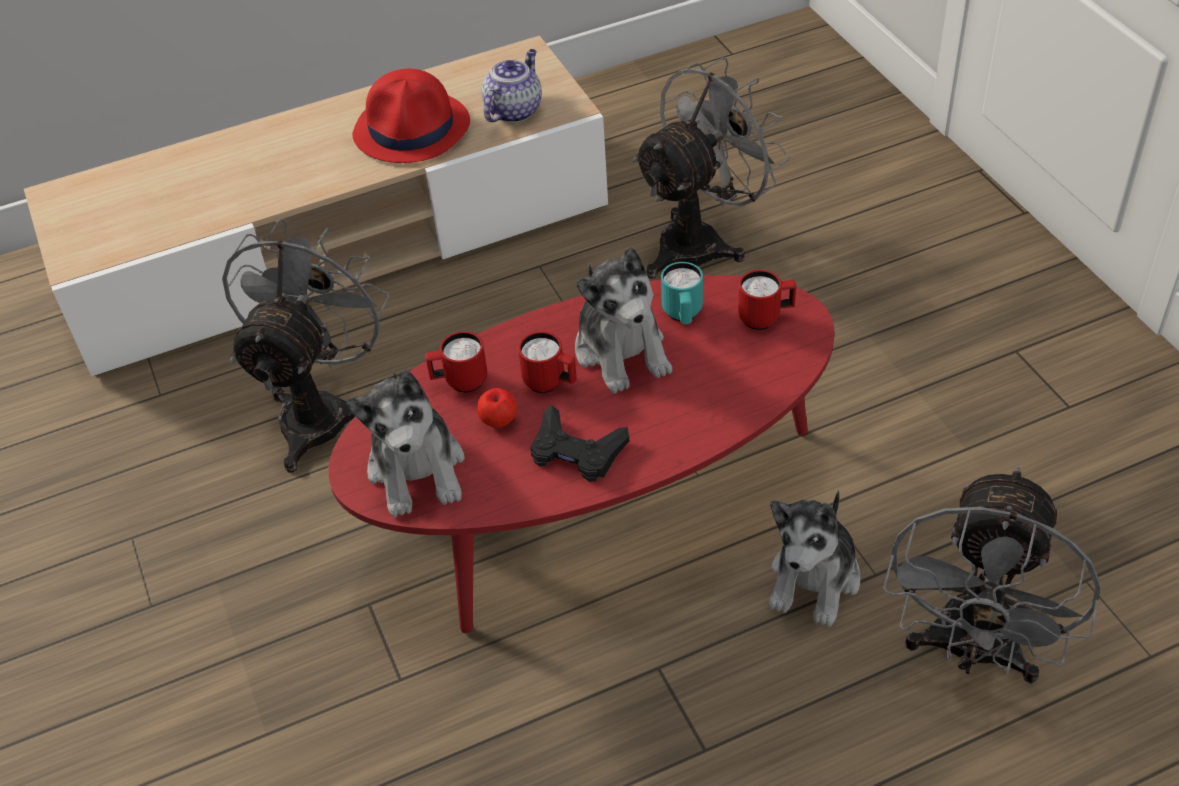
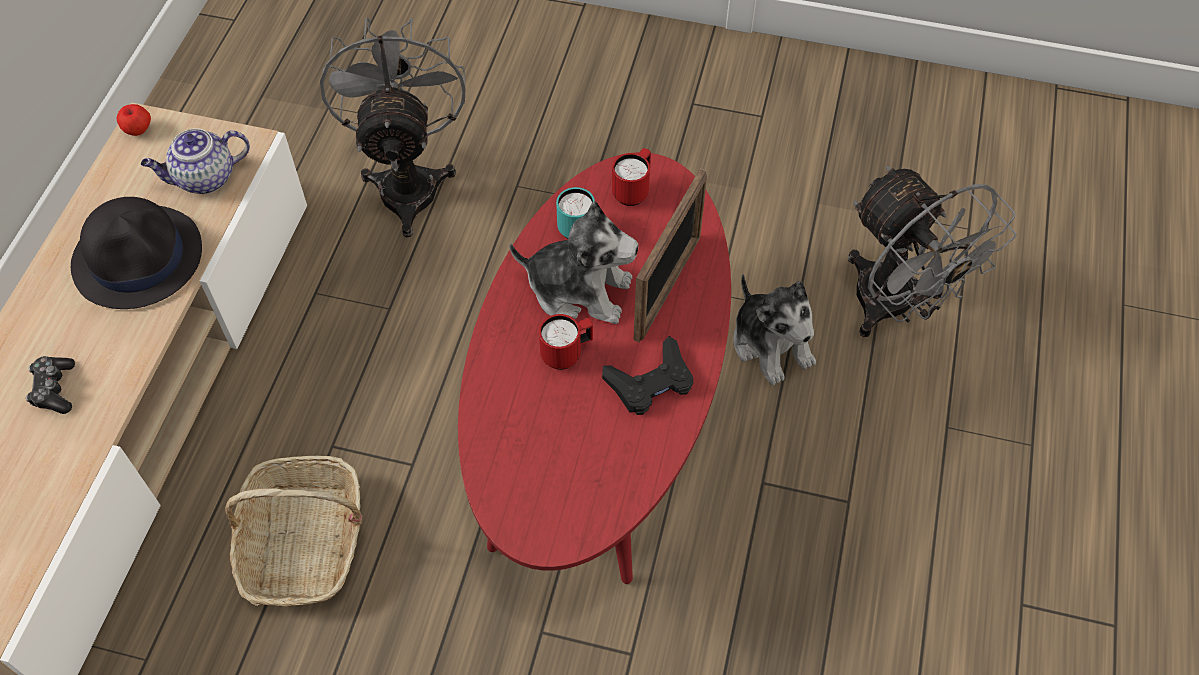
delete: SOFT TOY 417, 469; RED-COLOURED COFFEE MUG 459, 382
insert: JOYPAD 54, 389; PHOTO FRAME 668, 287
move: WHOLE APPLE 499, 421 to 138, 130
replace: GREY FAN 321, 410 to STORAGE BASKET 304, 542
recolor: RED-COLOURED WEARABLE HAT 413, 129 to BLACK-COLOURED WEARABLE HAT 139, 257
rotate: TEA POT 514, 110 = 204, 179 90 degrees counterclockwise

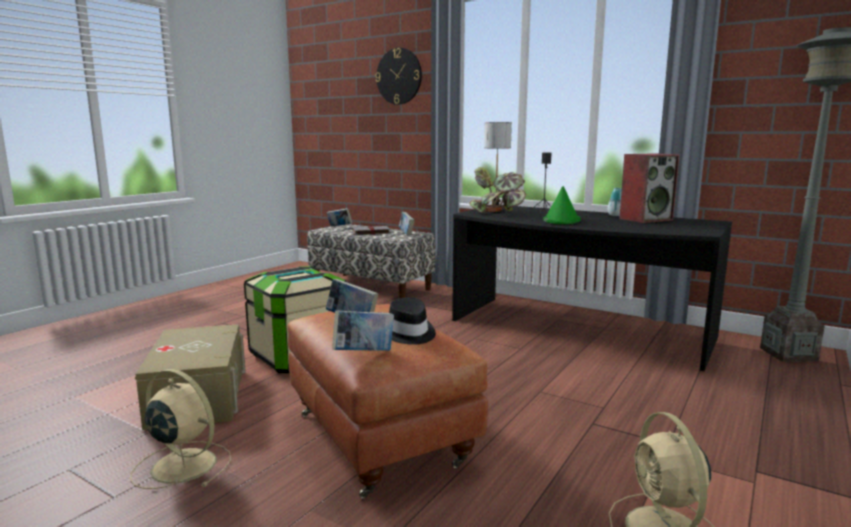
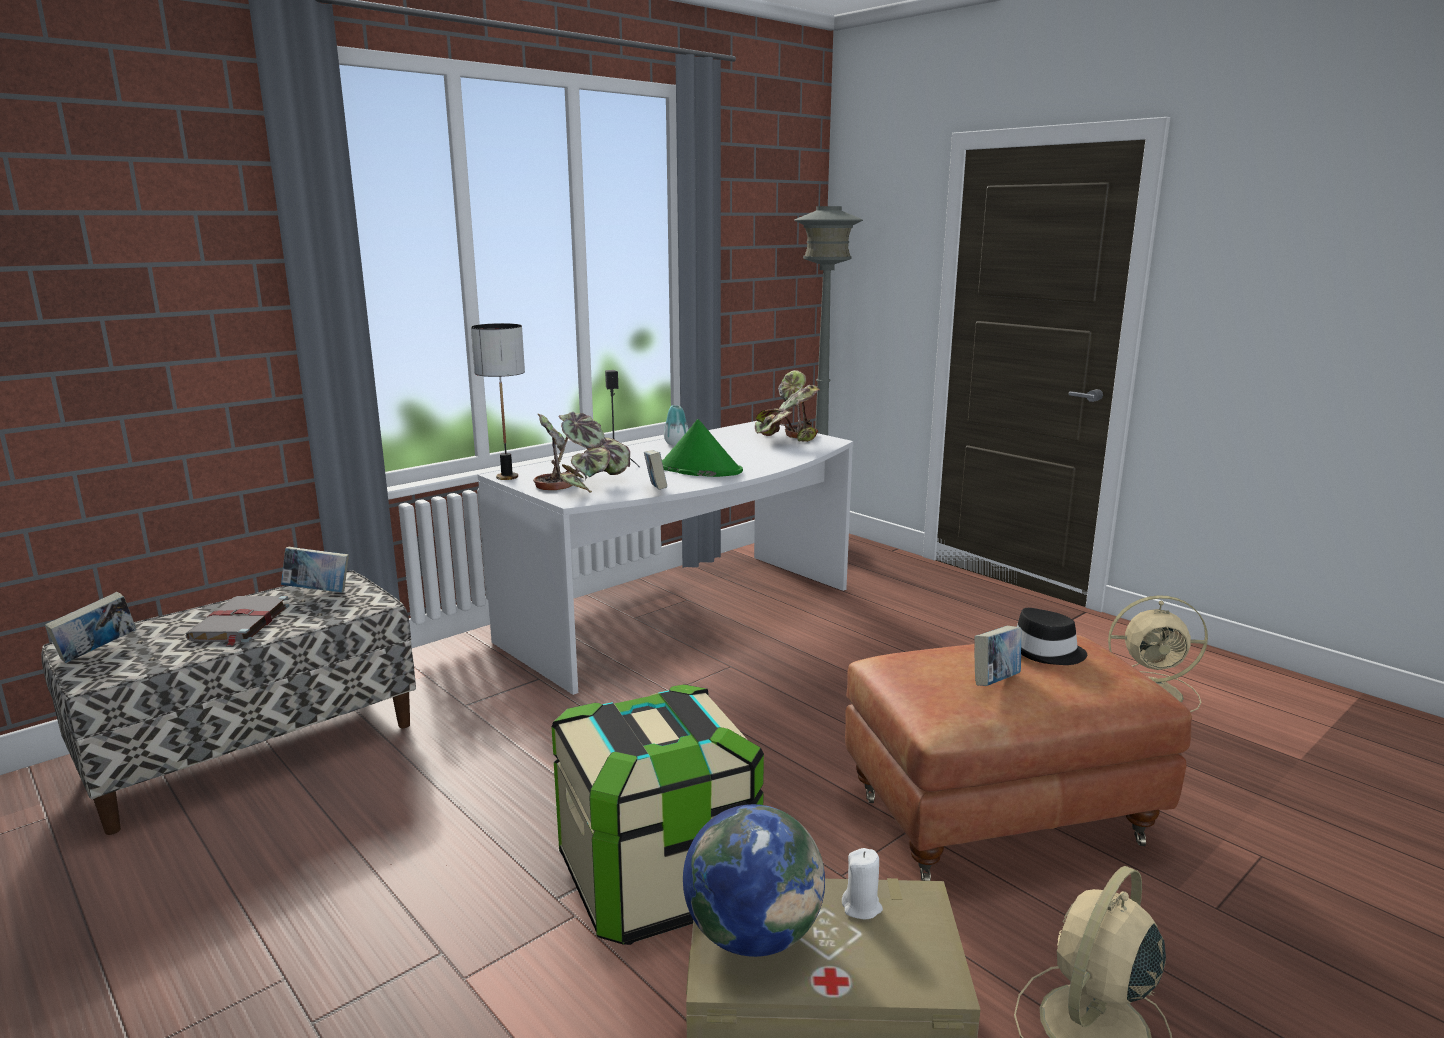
delete: CLOCK ON THE WALL 399, 76; SPEAKER 645, 219
insert: GLOBE 753, 935; POTTED PLANT 786, 439; WHITE CANDLE 862, 907
move: BOUND BOOK 364, 353 to 656, 490
recolor: BLACK-COLOURED DESK UNIT 576, 331 to WHITE DESK UNIT 687, 617

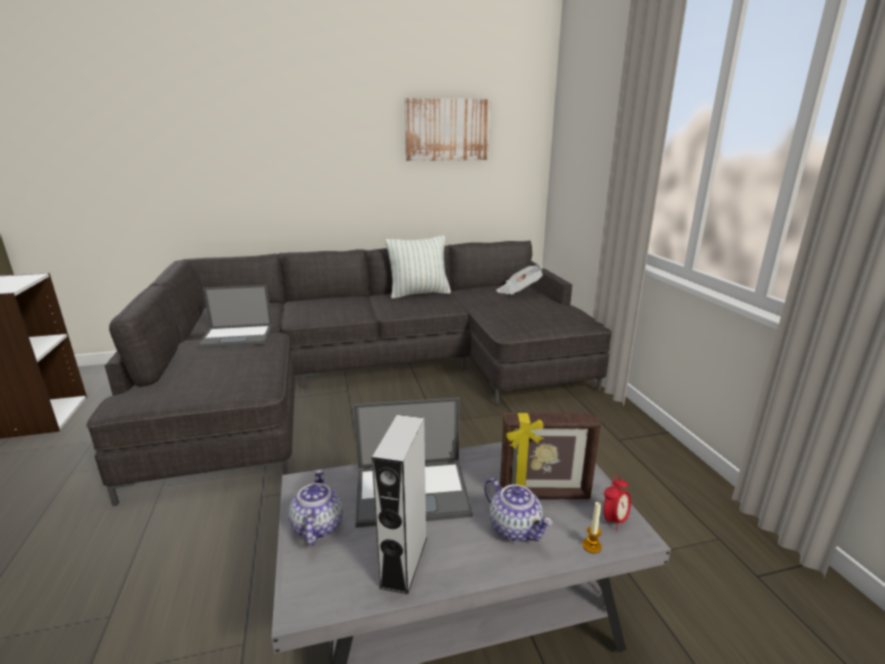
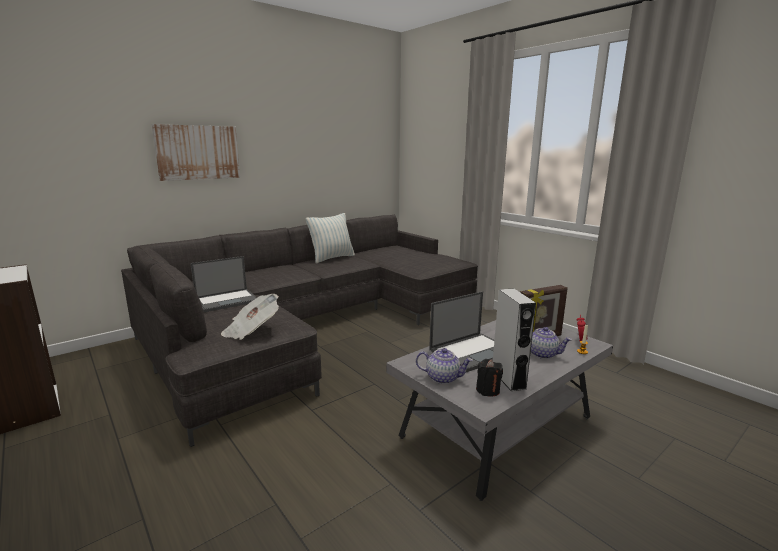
insert: BLACK-COLOURED CANDLE 487, 390
move: WALL ART 447, 130 to 198, 152; DAILY PAPER 519, 291 to 251, 330
rotate: TEA POT 317, 526 = 443, 378 135 degrees clockwise

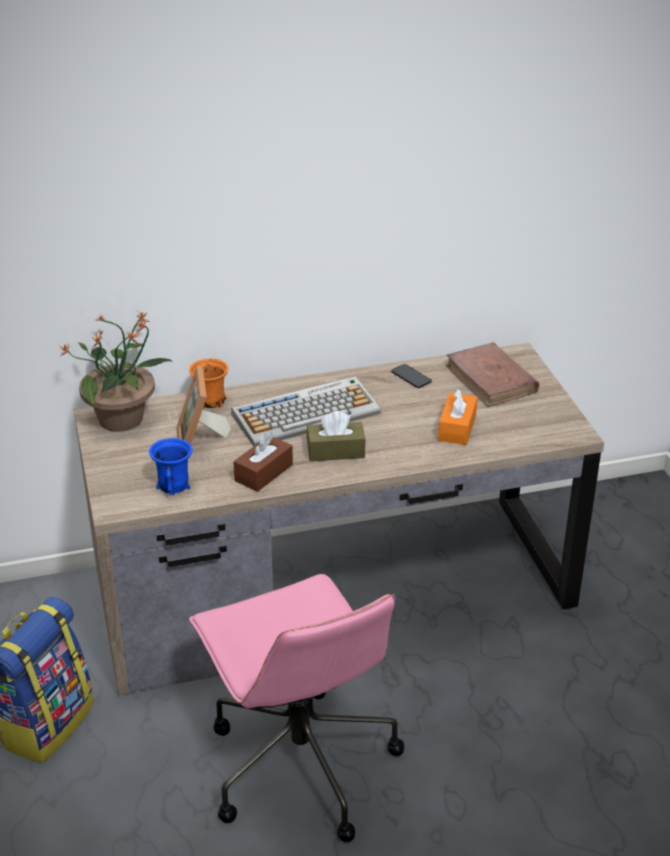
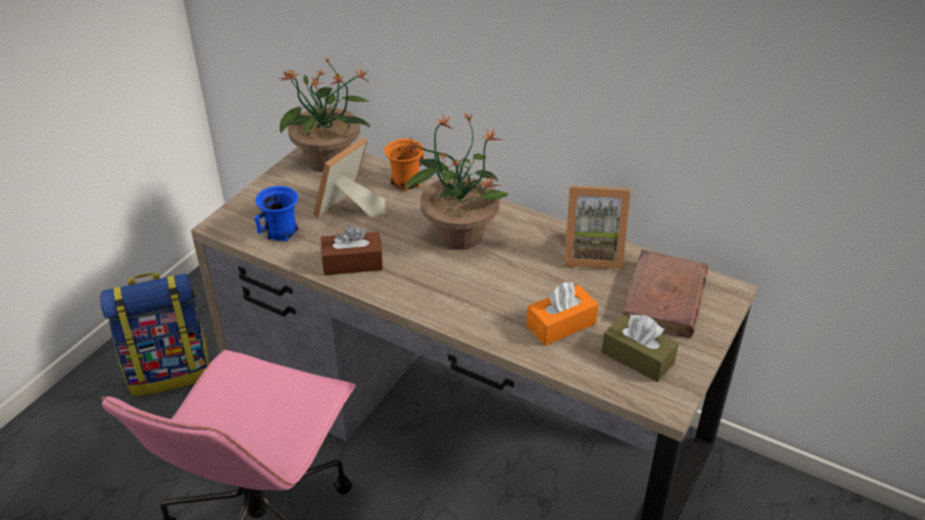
move: BROWNISH TISSUE BOX 335, 451 to 637, 357
replace: PC KEYBOARD 307, 413 to POTTED PLANT 458, 234; TELEPHONE 411, 377 to PHOTO FRAME 592, 253

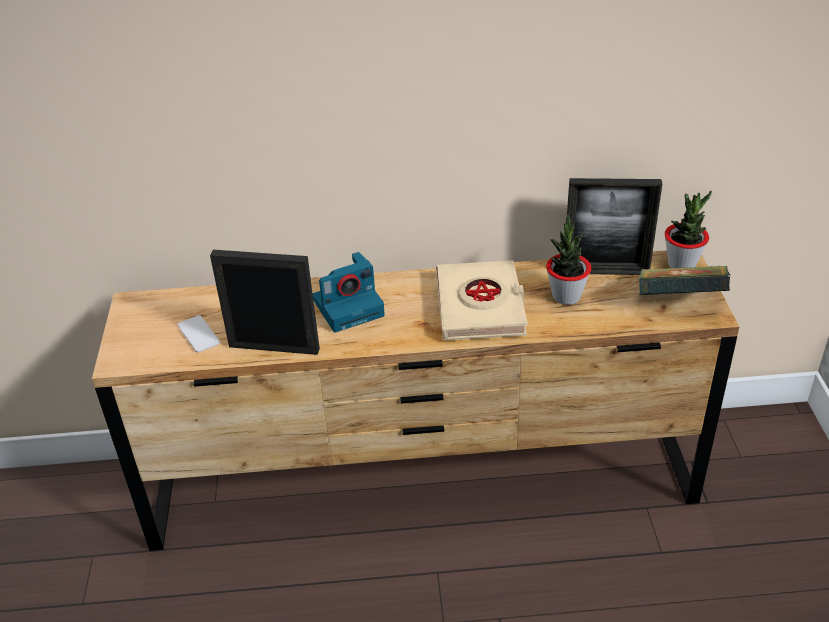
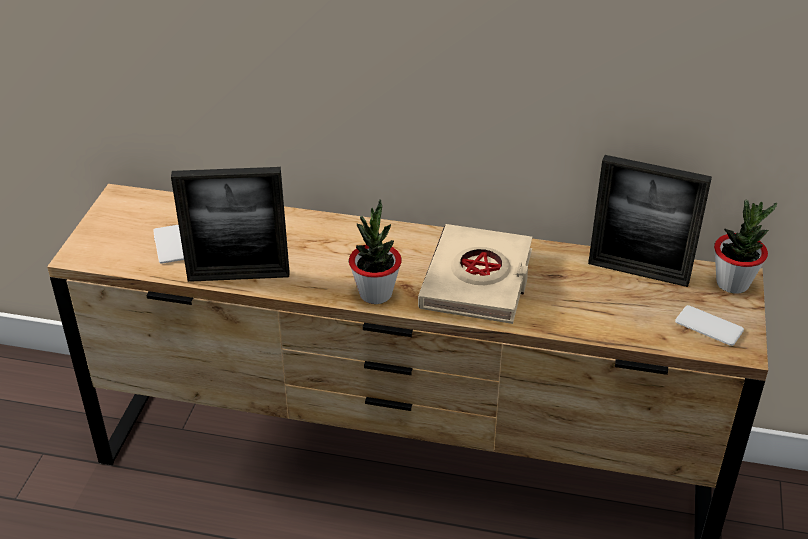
delete: STILL CAMERA 349, 306
move: POTTED PLANT 566, 296 to 375, 293
replace: BOUND BOOK 679, 302 to TELEPHONE 709, 326
rotate: PHOTO FRAME 274, 348 = 238, 276 150 degrees clockwise

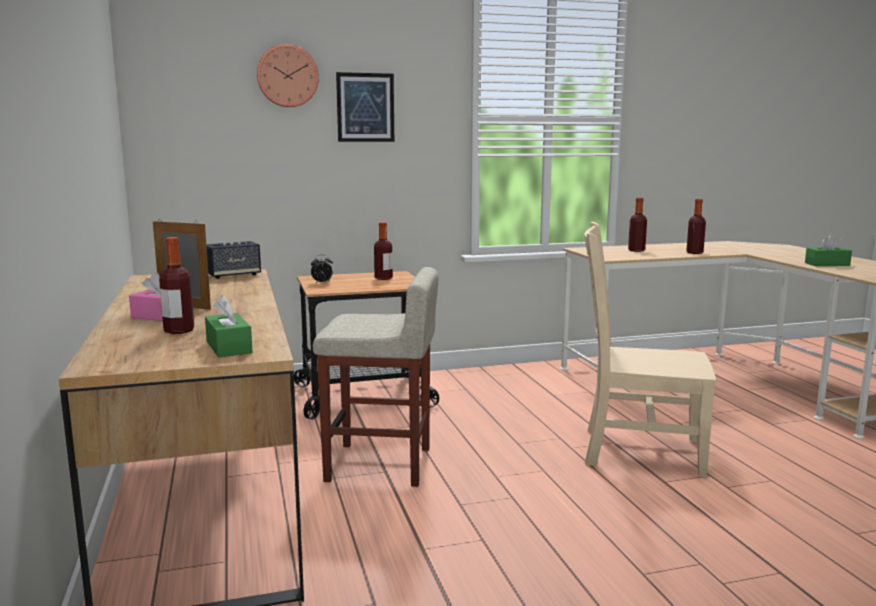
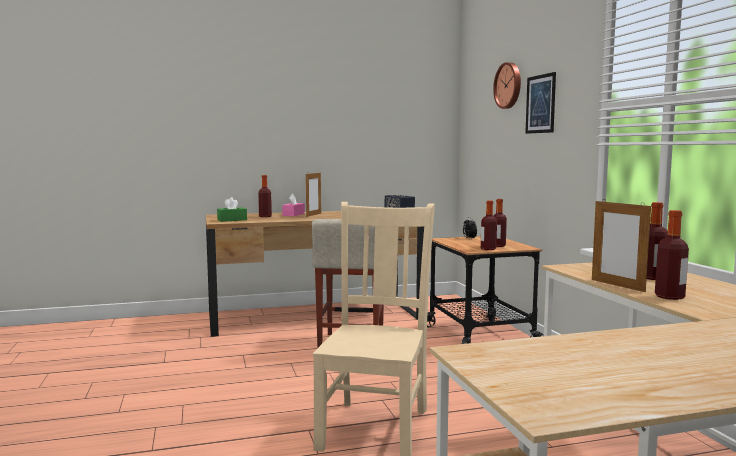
delete: GREENISH TISSUE BOX 827, 264
insert: BOTTLE 488, 249; PHOTO FRAME 617, 285

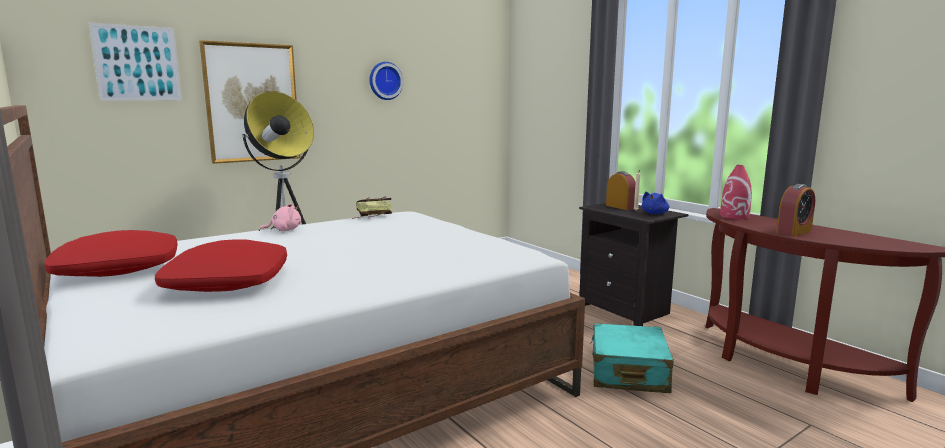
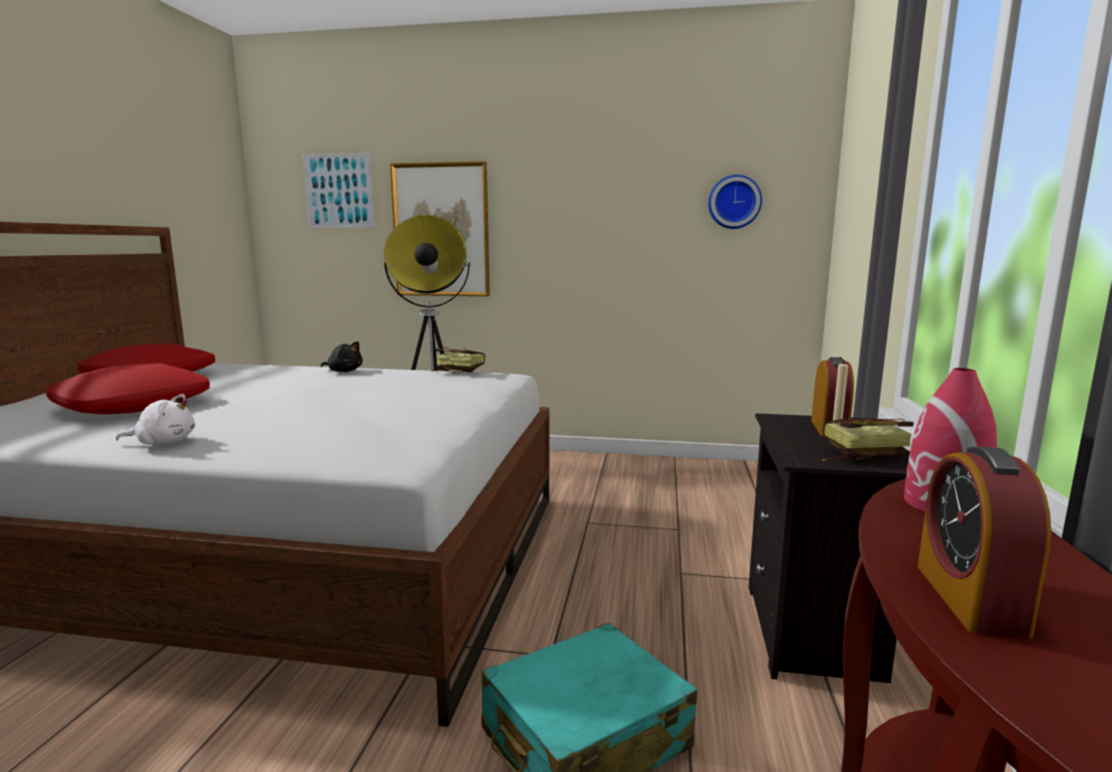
insert: WHITE SOFT TOY 163, 442
move: CLOCK ON THE WALL 385, 81 to 734, 202
replace: BLUE SOFT TOY 655, 213 to BOUND BOOK 856, 455
recolor: PINK SOFT TOY 284, 230 to BLACK-COLOURED SOFT TOY 344, 371
rotate: TABLE CLOCK 794, 232 = 969, 598 90 degrees clockwise

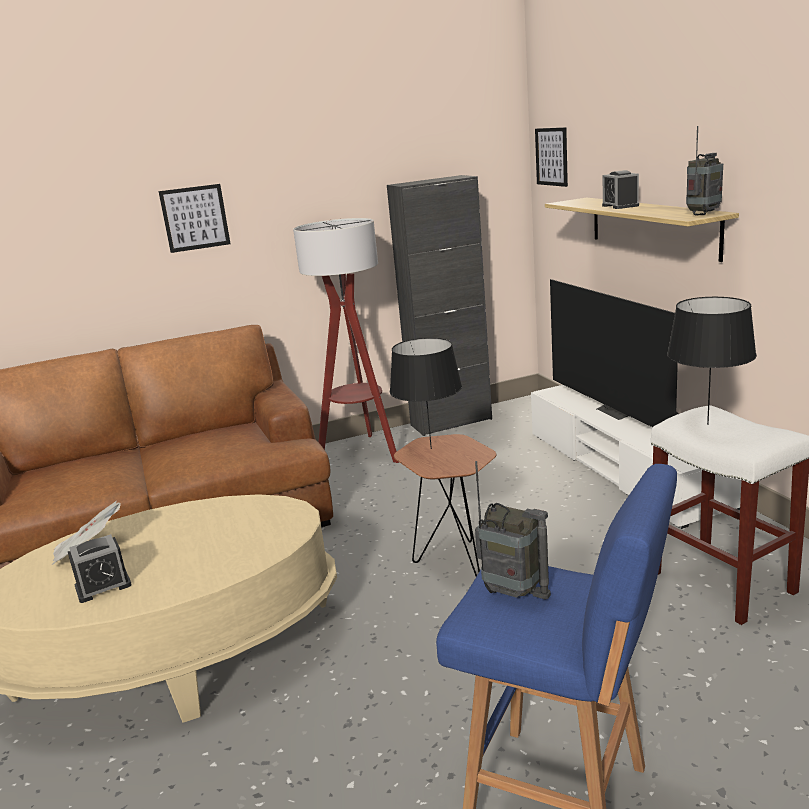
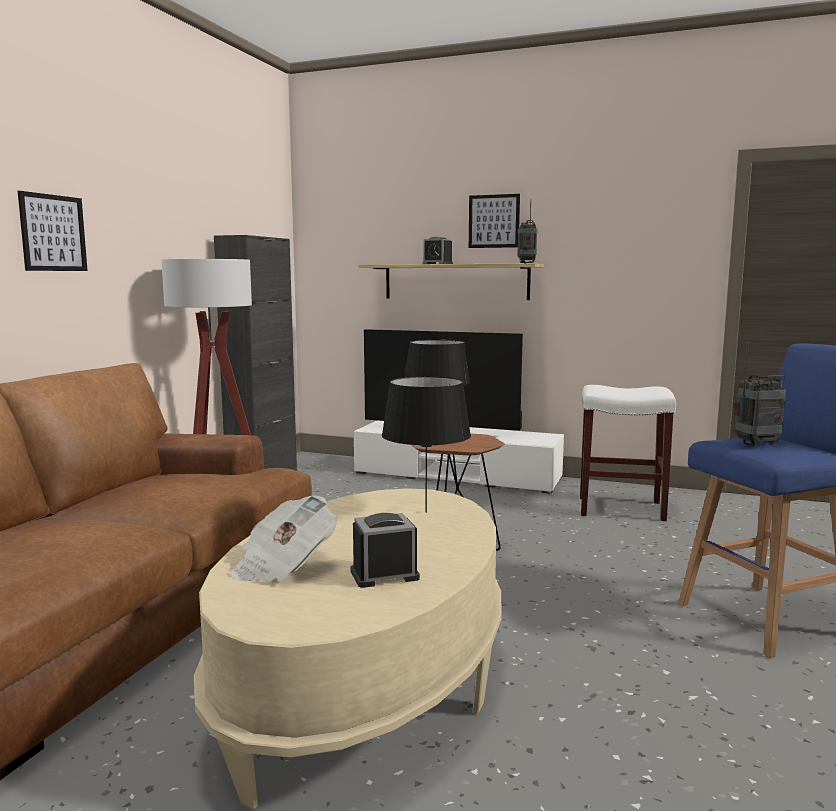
move: WALL ART 551, 156 to 494, 221; BLACK-COLOURED TABLE LAMP 707, 424 to 425, 512
rotate: TABLE CLOCK 103, 586 = 384, 575 120 degrees counterclockwise

